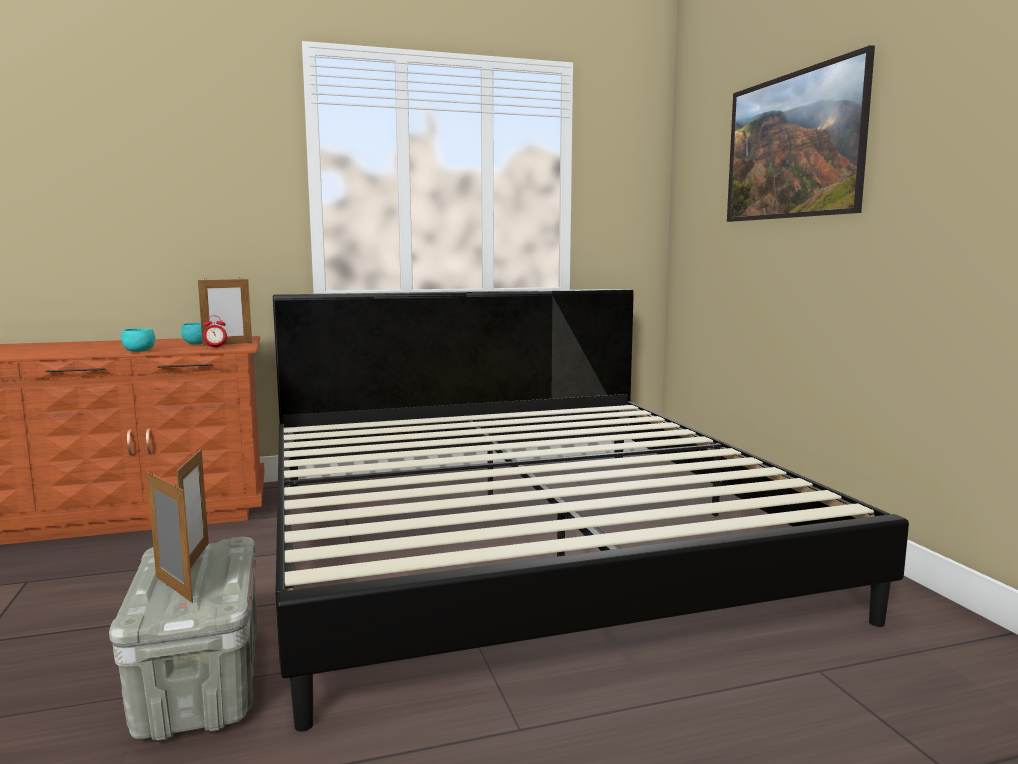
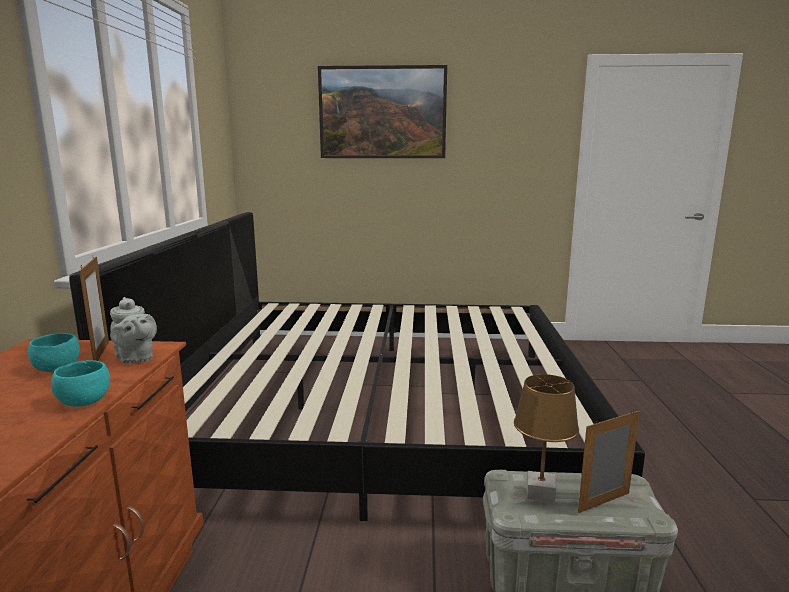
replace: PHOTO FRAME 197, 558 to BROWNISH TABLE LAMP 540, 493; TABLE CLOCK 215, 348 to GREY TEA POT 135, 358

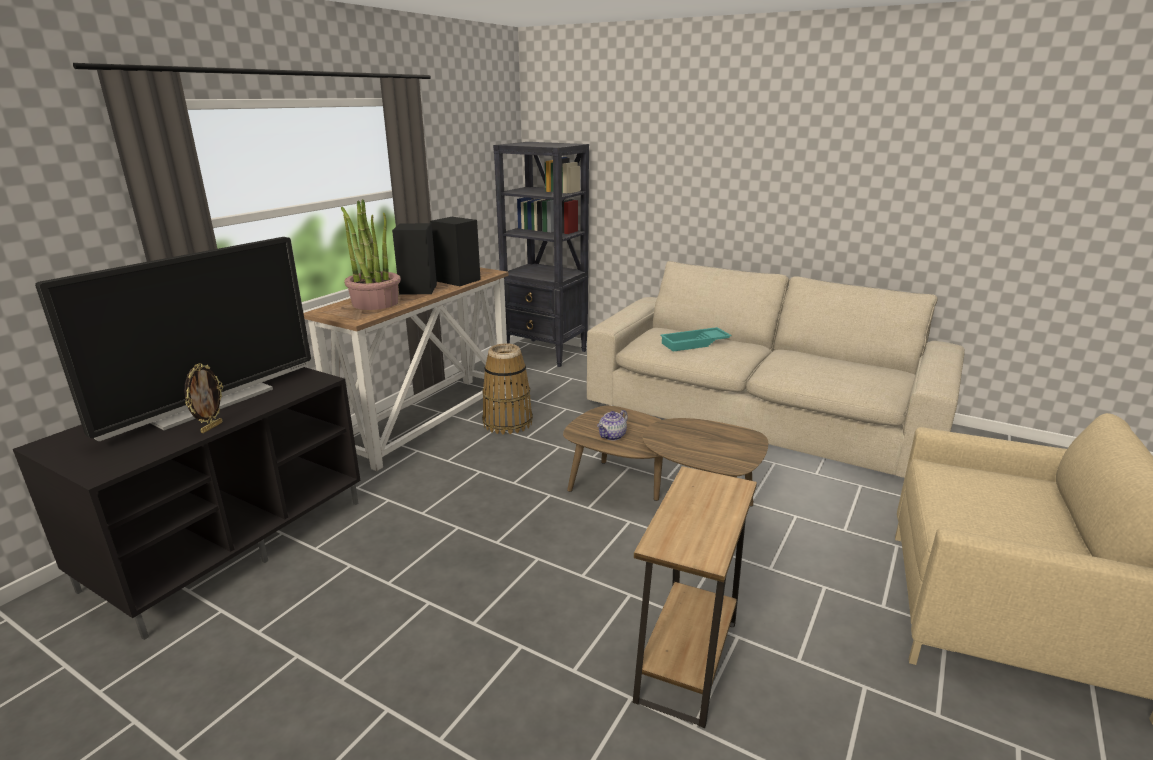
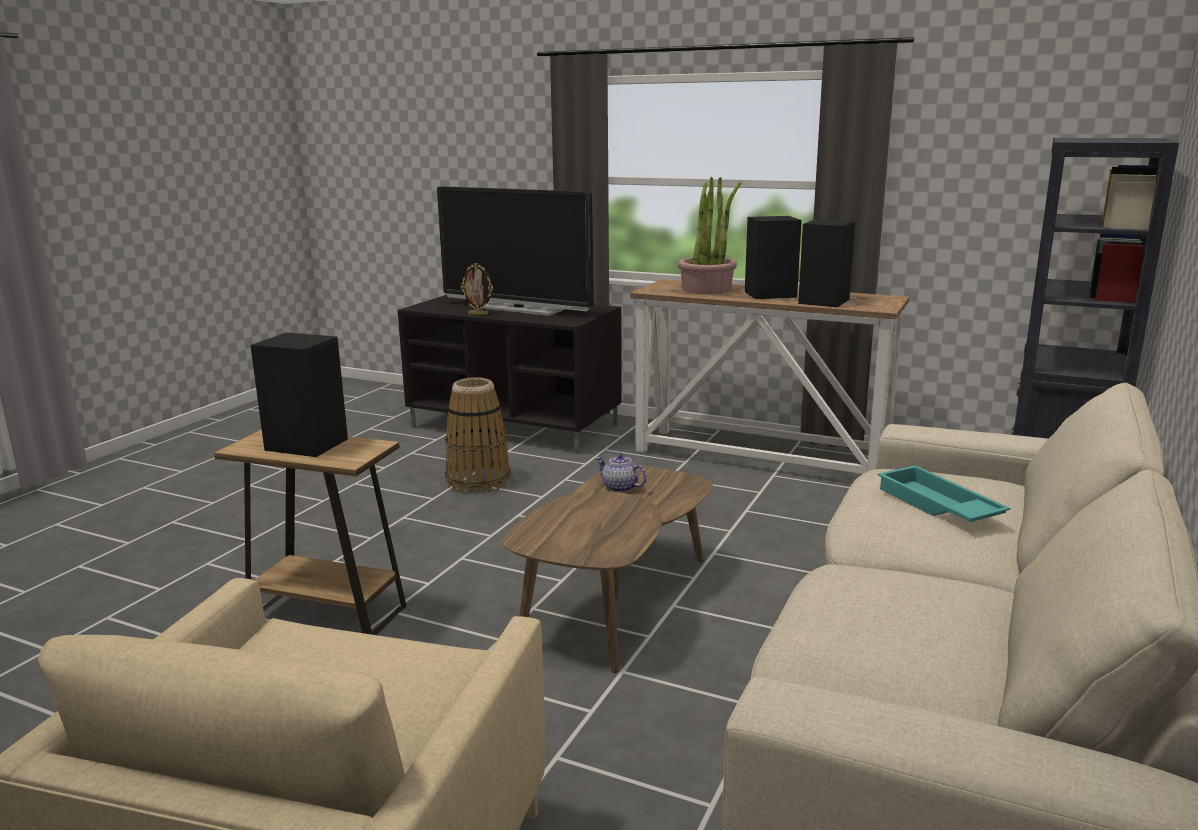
insert: BLACK-COLOURED SPEAKER 308, 445
move: STORAGE BASKET 507, 422 to 478, 481

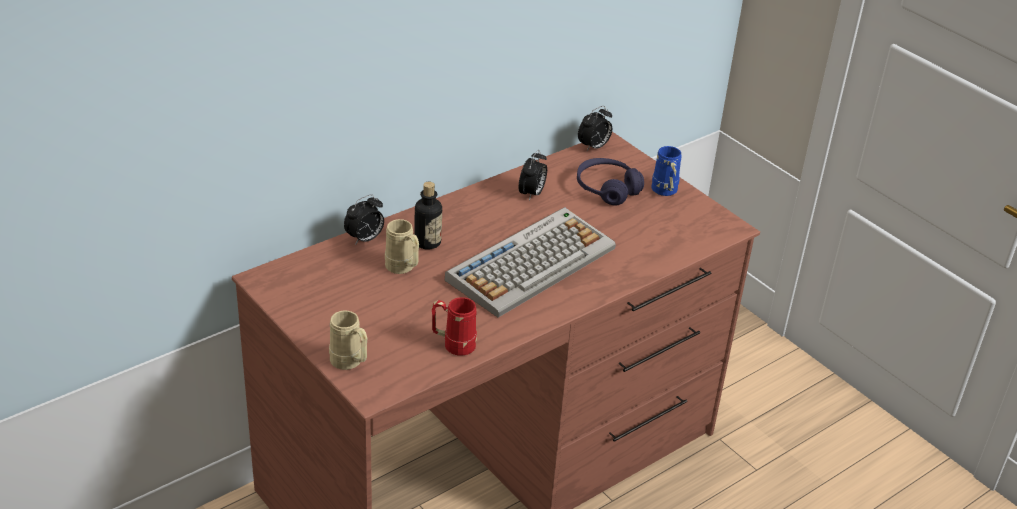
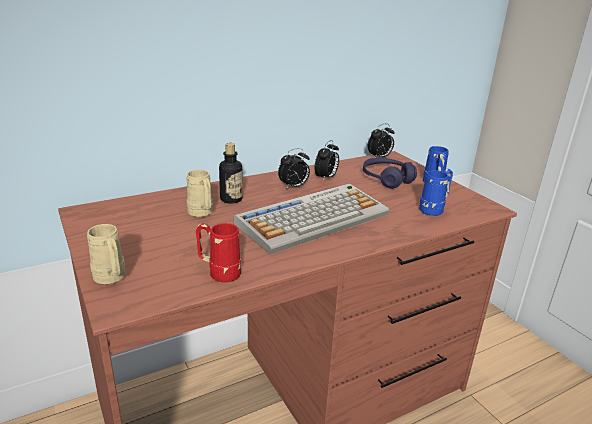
insert: BLUE COFFEE MUG 434, 209
move: TABLE CLOCK 365, 239 to 293, 187

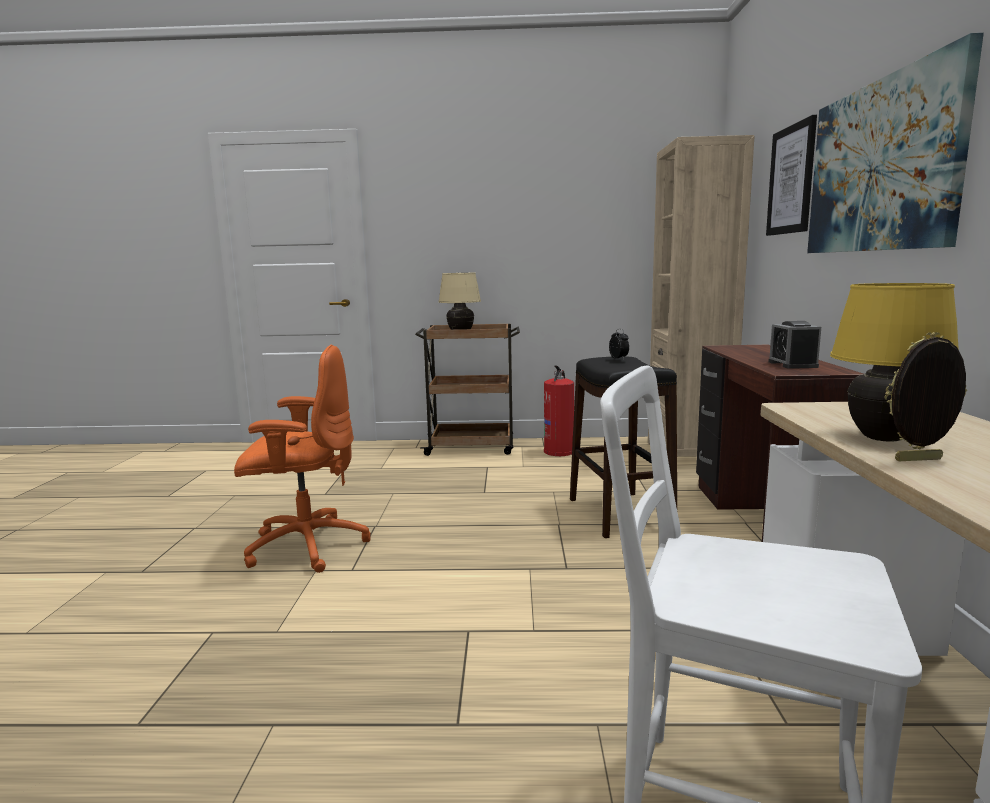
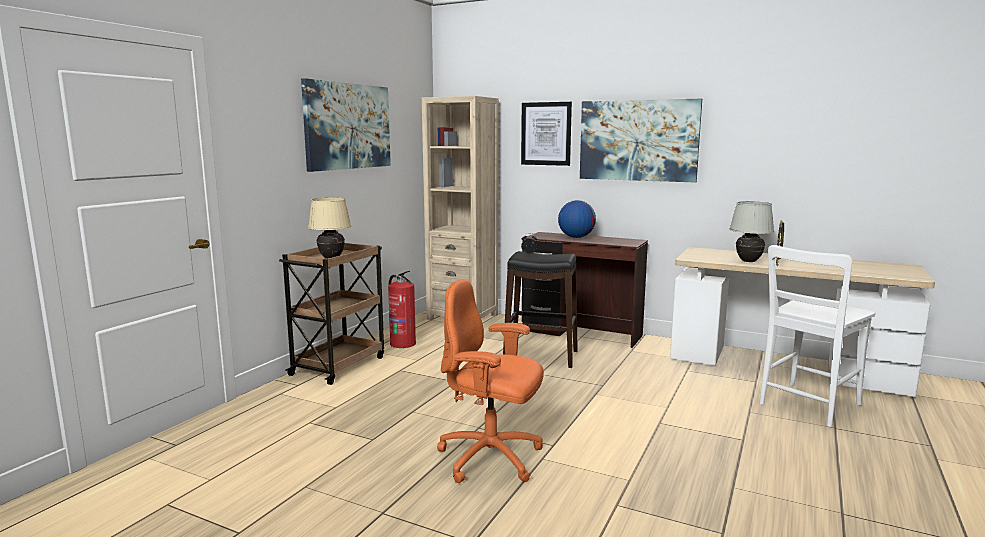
delete: TABLE CLOCK 792, 364
insert: WALL ART 348, 126; GLOBE 576, 237
recolor: YELLOWISH TABLE LAMP 882, 439 to WHITE TABLE LAMP 749, 261
rotate: ORANGEY OFFICE CHAIR 305, 546 = 491, 458 90 degrees counterclockwise

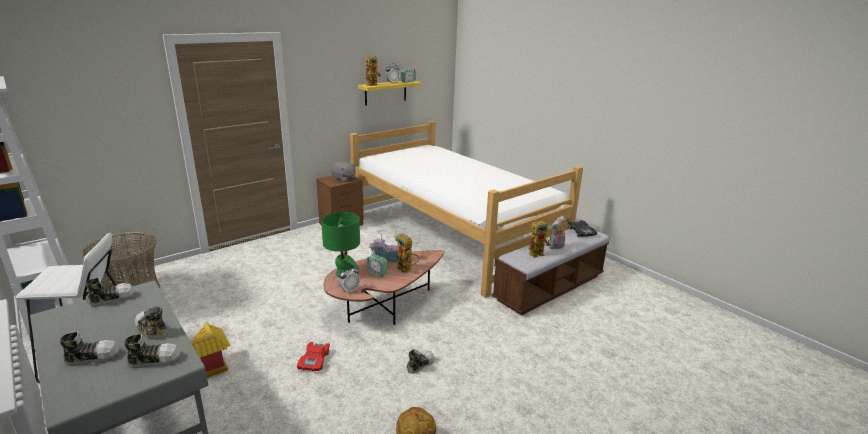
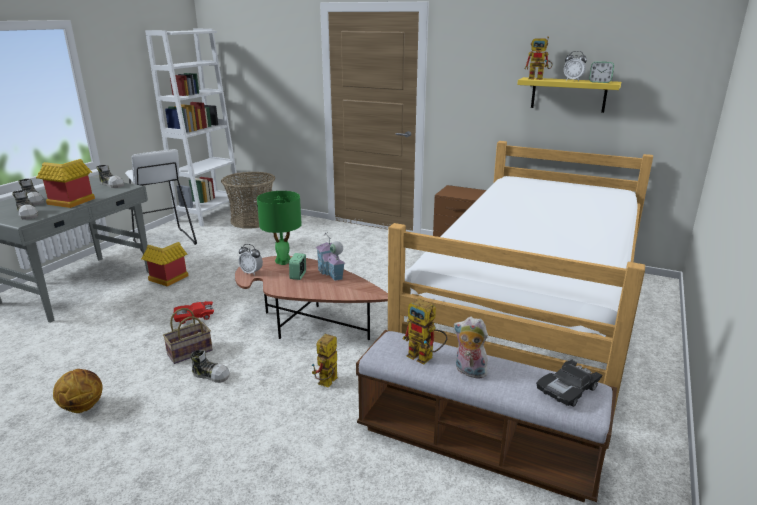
delete: GREY SOFT TOY 344, 179
insert: STORAGE BASKET 189, 353
move: TOY ROBOT 407, 270 to 327, 384
replace: LOW SHOE 151, 329 to MINIATURE HOUSE 69, 203

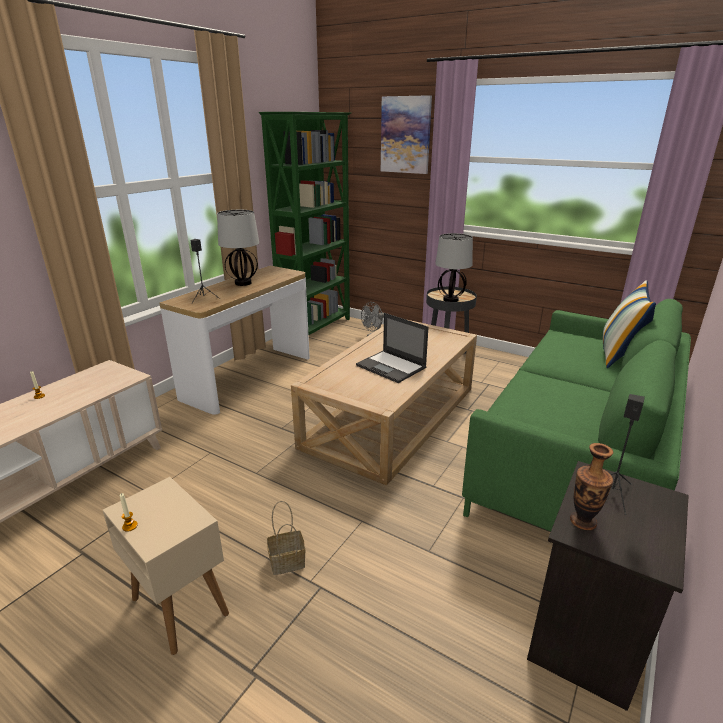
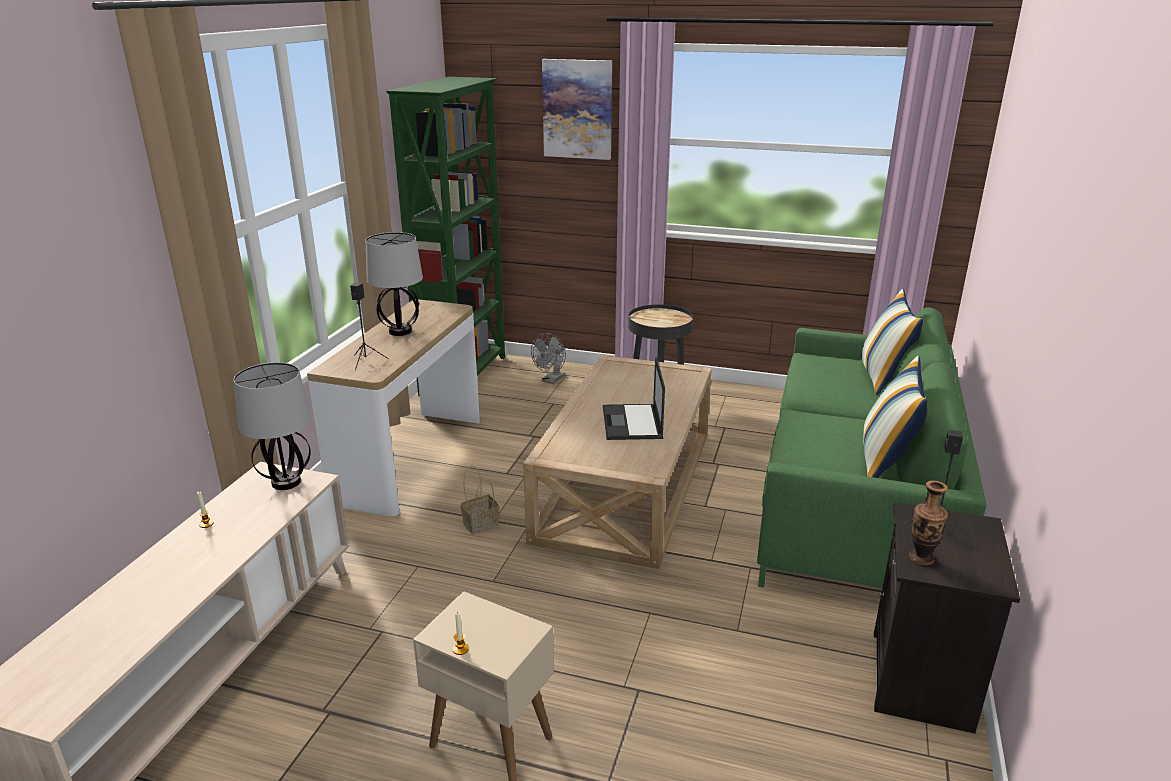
insert: CUSHION 886, 461
move: STORAGE BASKET 288, 561 to 481, 523; TABLE LAMP 450, 299 to 286, 482
rotate: NOTEBOOK COMPUTER 392, 367 = 632, 423 60 degrees clockwise

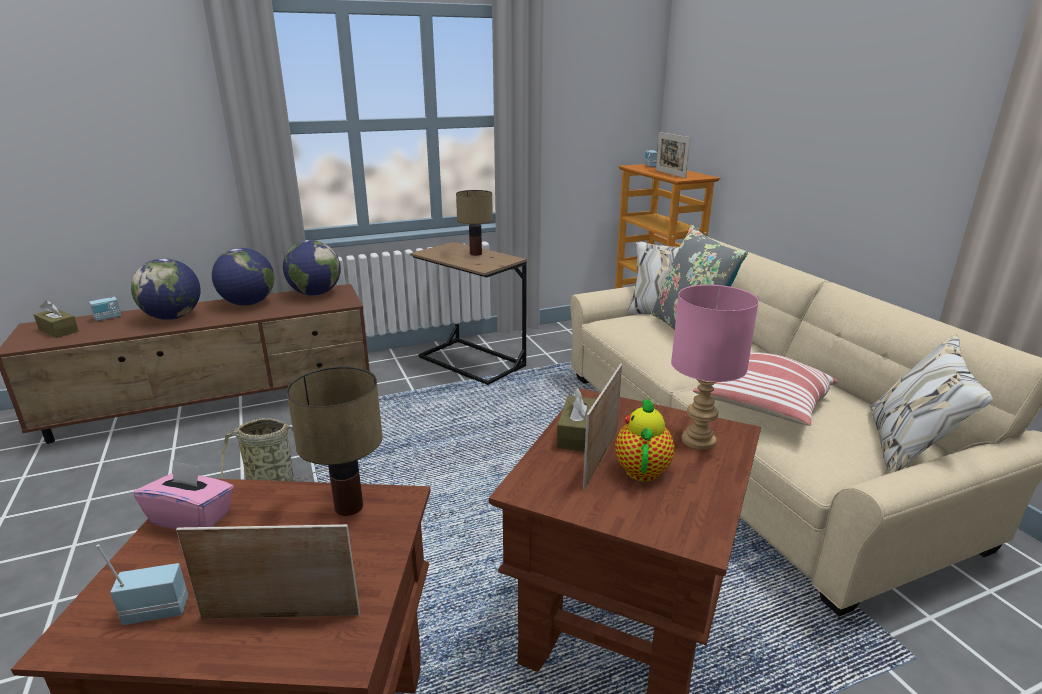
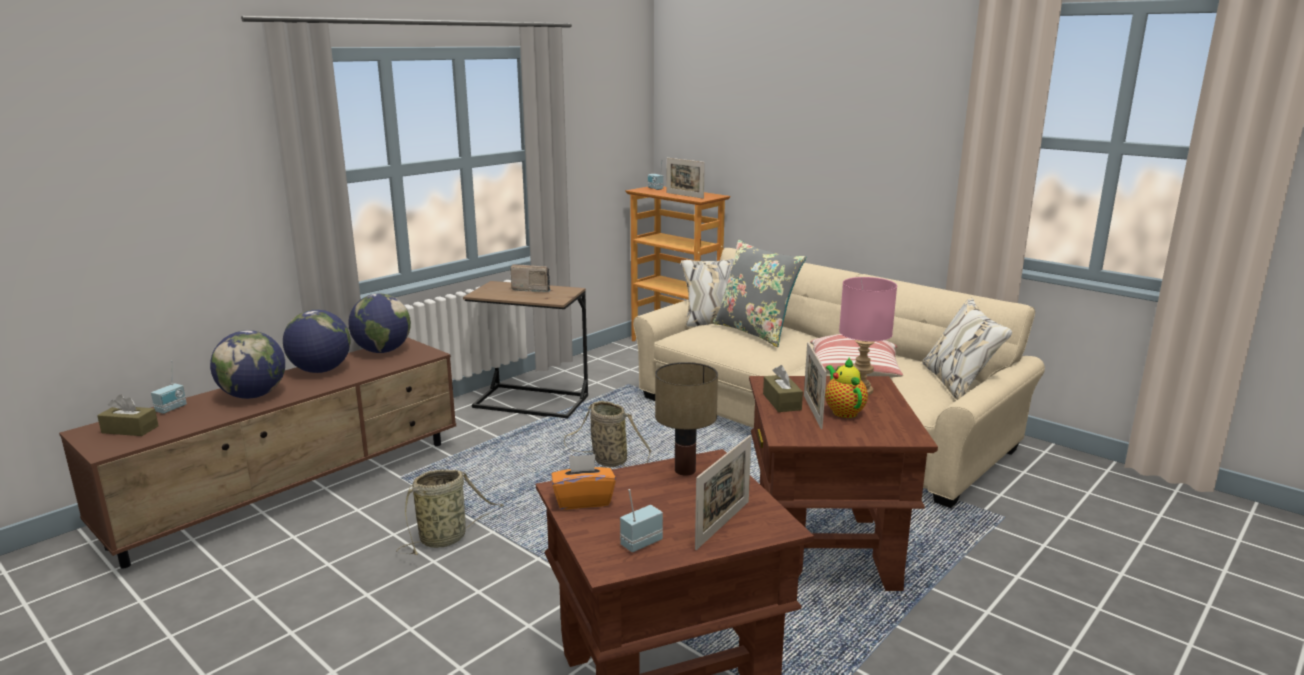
insert: STORAGE BASKET 607, 460
replace: TABLE LAMP 476, 254 to RADIO RECEIVER 531, 289
recolor: PINK TISSUE BOX 192, 517 to ORANGEY TISSUE BOX 583, 500
rotate: PHOTO FRAME 281, 616 = 723, 524 150 degrees clockwise

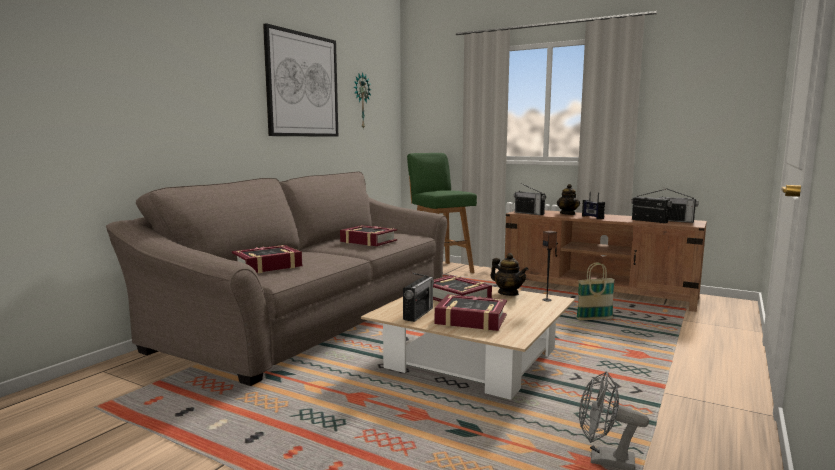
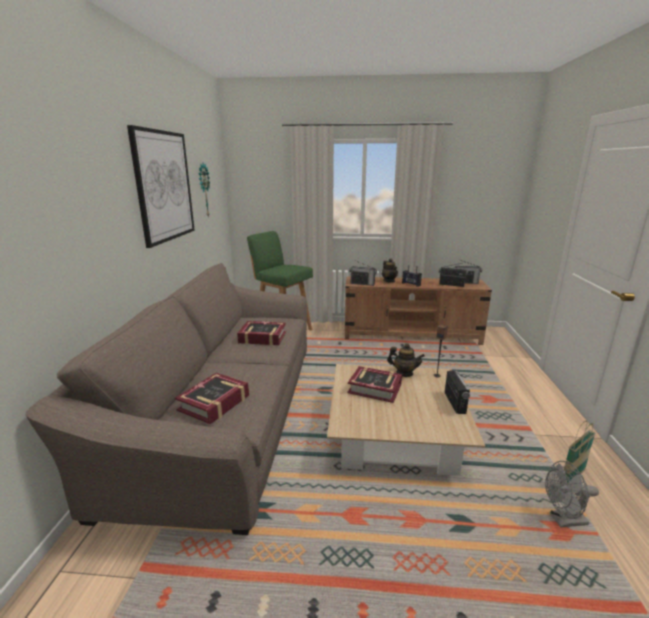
delete: BOUND BOOK 471, 320
move: RADIO RECEIVER 418, 314 to 455, 403; STORAGE BASKET 594, 319 to 572, 477

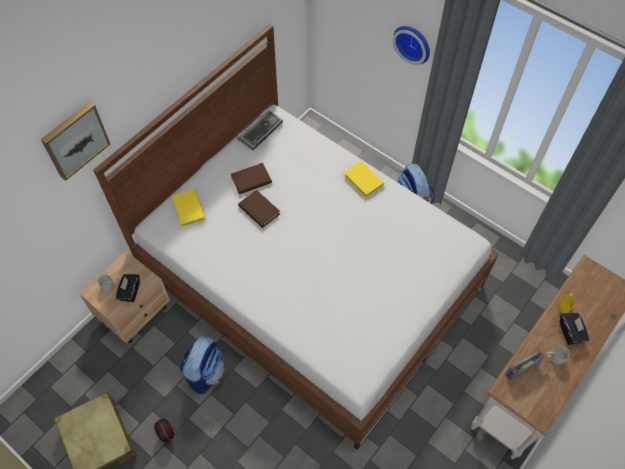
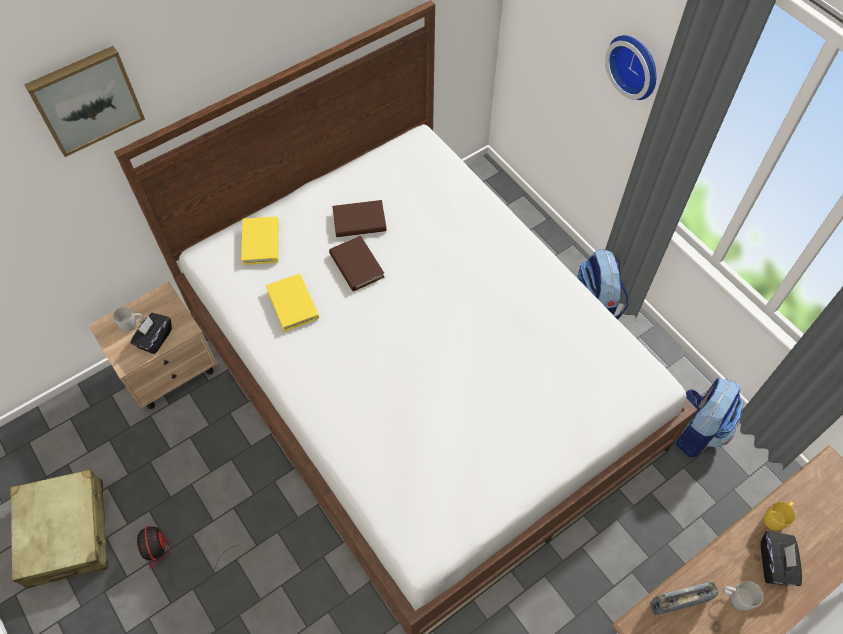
delete: PC KEYBOARD 260, 131
move: KNAPSACK 206, 372 to 697, 430; YELLOWISH BOUND BOOK 363, 180 to 293, 304

